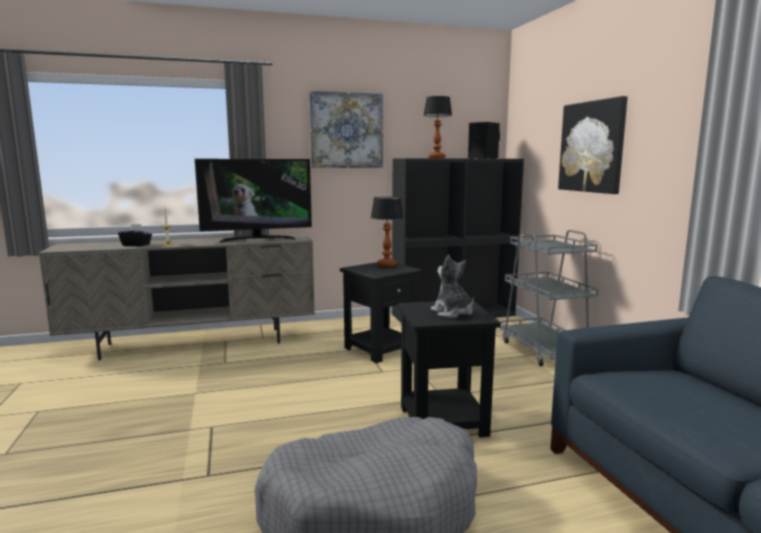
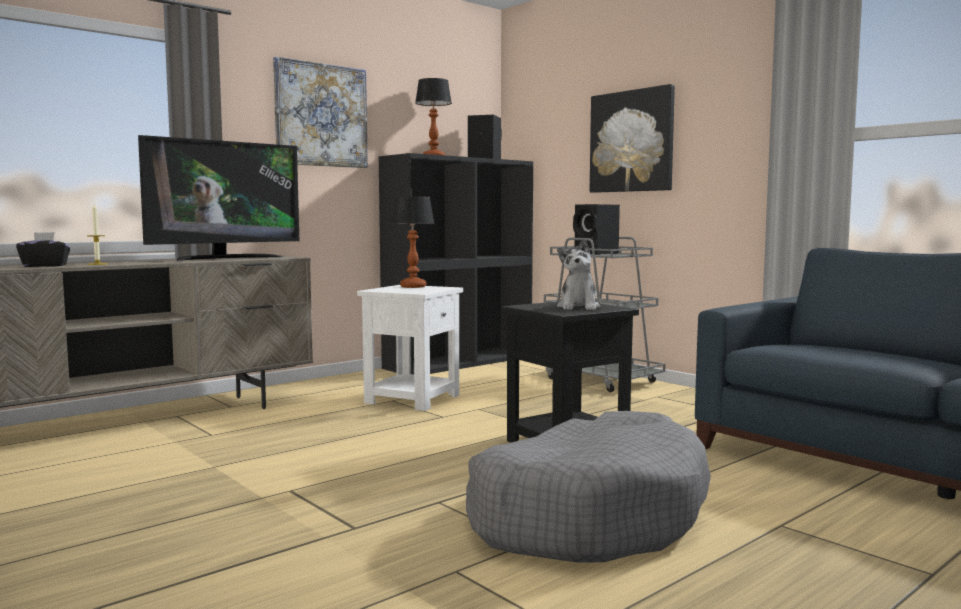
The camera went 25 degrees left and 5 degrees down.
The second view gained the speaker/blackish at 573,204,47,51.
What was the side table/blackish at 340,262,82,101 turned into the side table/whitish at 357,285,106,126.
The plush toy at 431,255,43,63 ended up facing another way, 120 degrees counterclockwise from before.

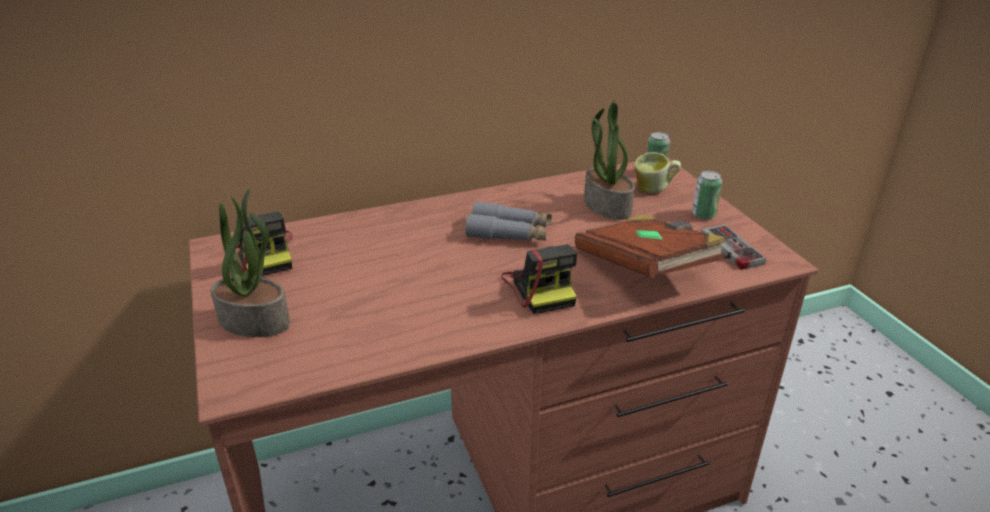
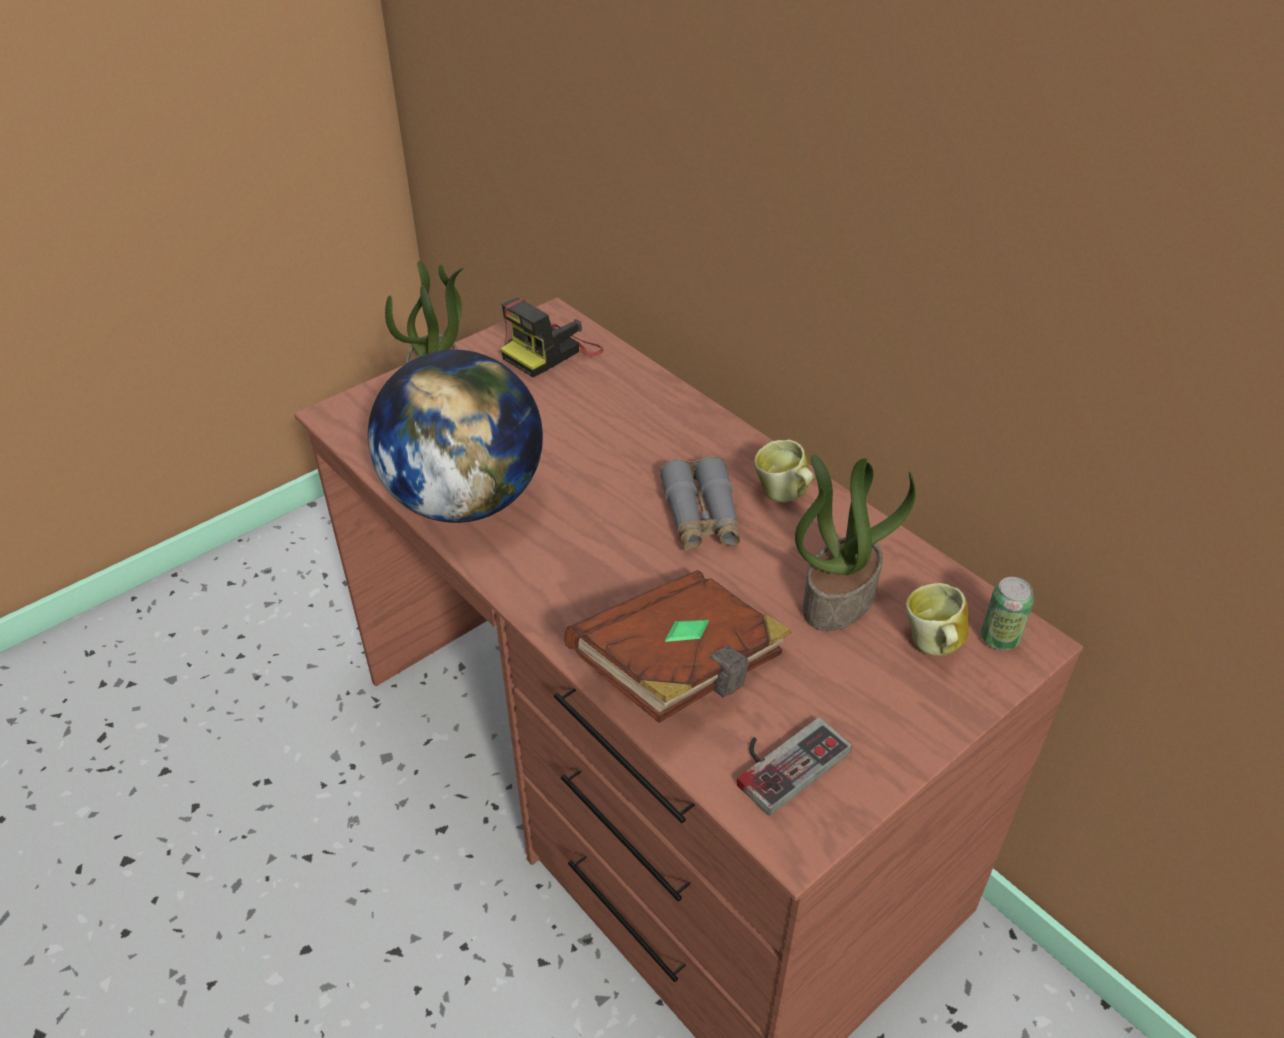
The camera went 70 degrees right and 10 degrees up.
The second view lost the still camera at 501,245,76,69.
The second view lost the sealed can at 692,171,30,48.
The second view gained the desk globe at 368,349,175,174.
The second view gained the tea mug at 754,440,60,63.

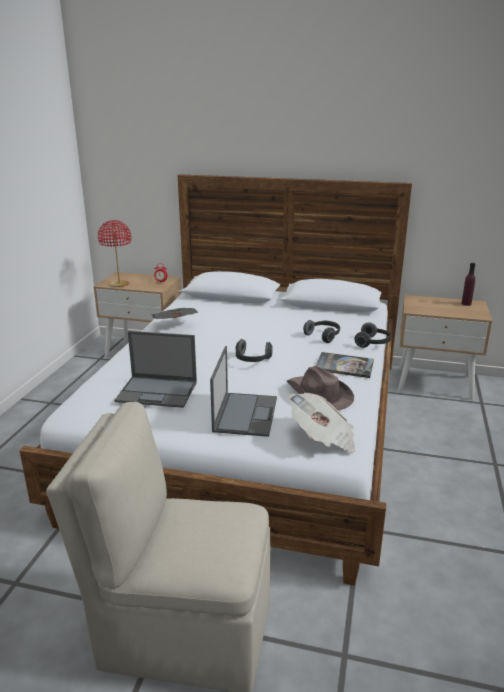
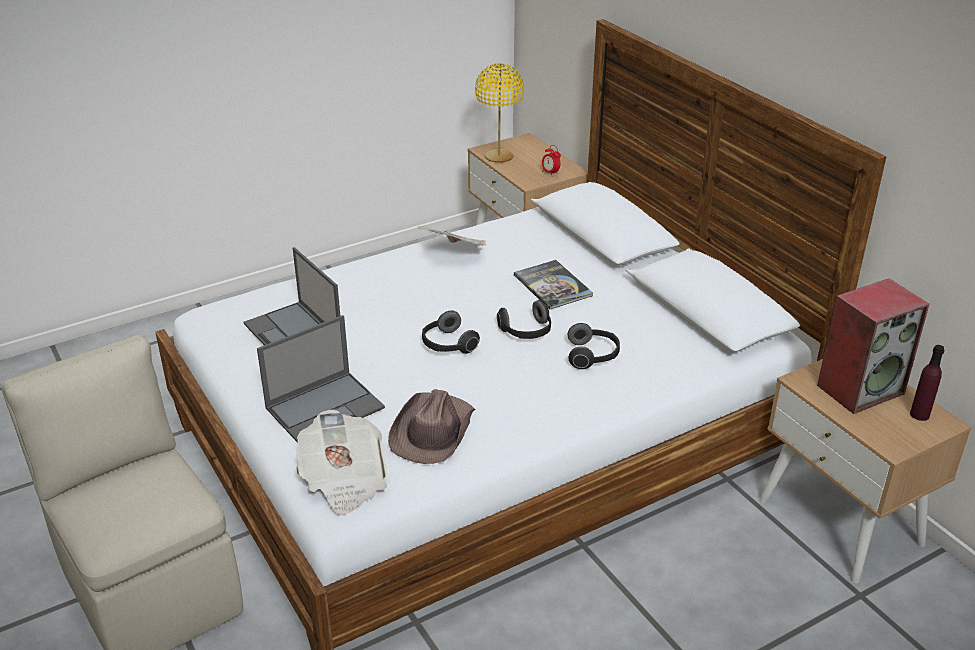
The camera went 45 degrees right and 10 degrees up.
The second view gained the speaker at 817,278,113,136.
The volume ended up elsewhere, having gone from 316,352,58,26 to 514,260,79,49.
The pair of headphones ended up elsewhere, having gone from 355,322,36,26 to 497,300,54,39.
What was the lamp for a table/reddish at 98,220,34,67 turned into the lamp for a table/yellow-coloured at 475,63,49,100.

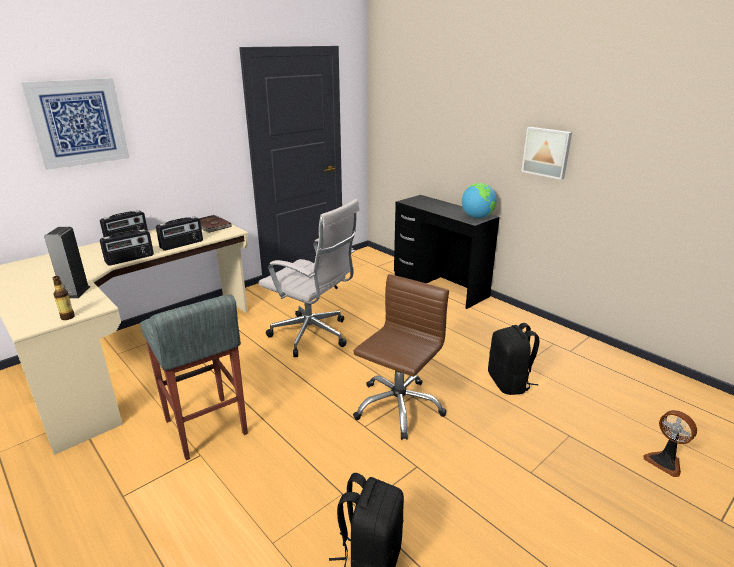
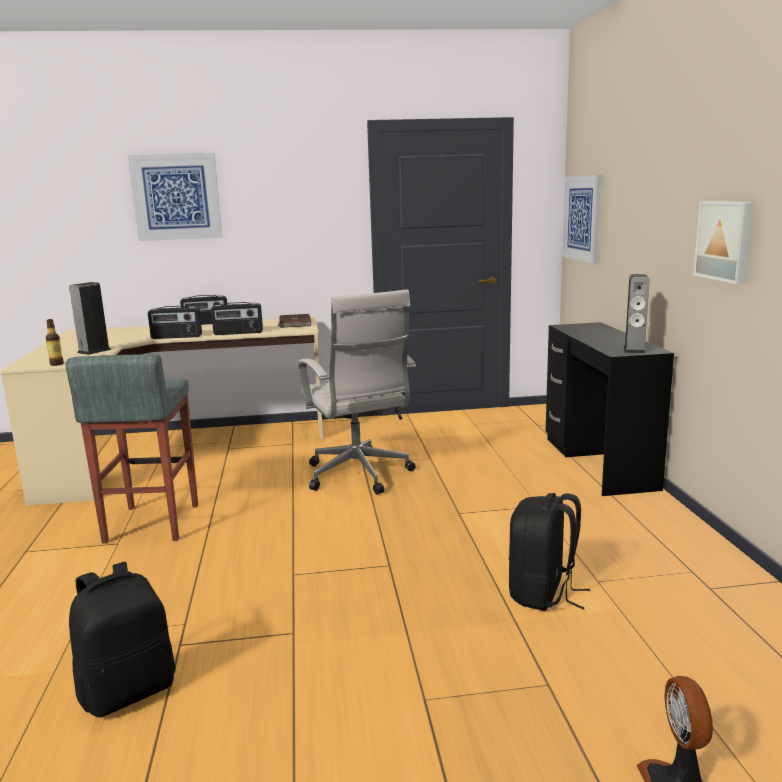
The camera went 35 degrees right and 10 degrees down.
The second view lost the desk chair/brown-coloured at 353,274,96,166.
The second view gained the wall picture at 562,175,40,89.
Where the desk globe stood at 462,183,35,35, the speaker came to stand at 624,274,25,80.

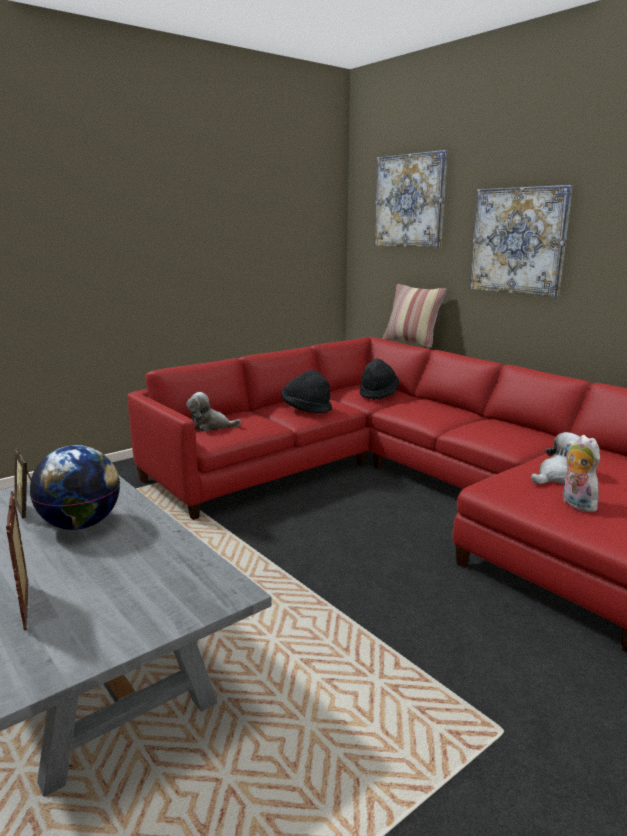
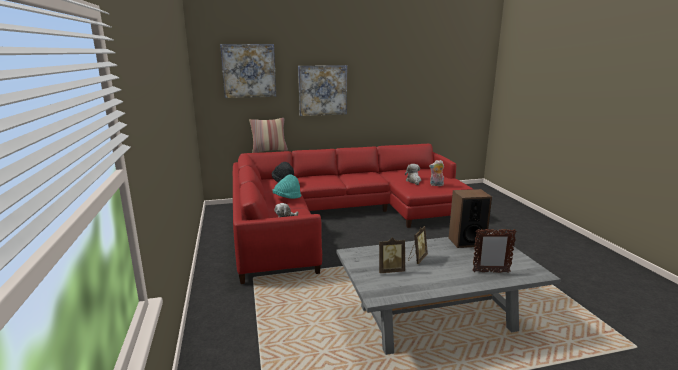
The camera went 65 degrees left and 0 degrees up.
The second view gained the speaker at 449,189,43,59.
Where the desk globe stood at 30,445,90,85, the photo frame came to stand at 408,226,20,38.
What was the clothing hat/blackish at 281,370,51,43 turned into the clothing hat/turquoise at 273,175,28,24.

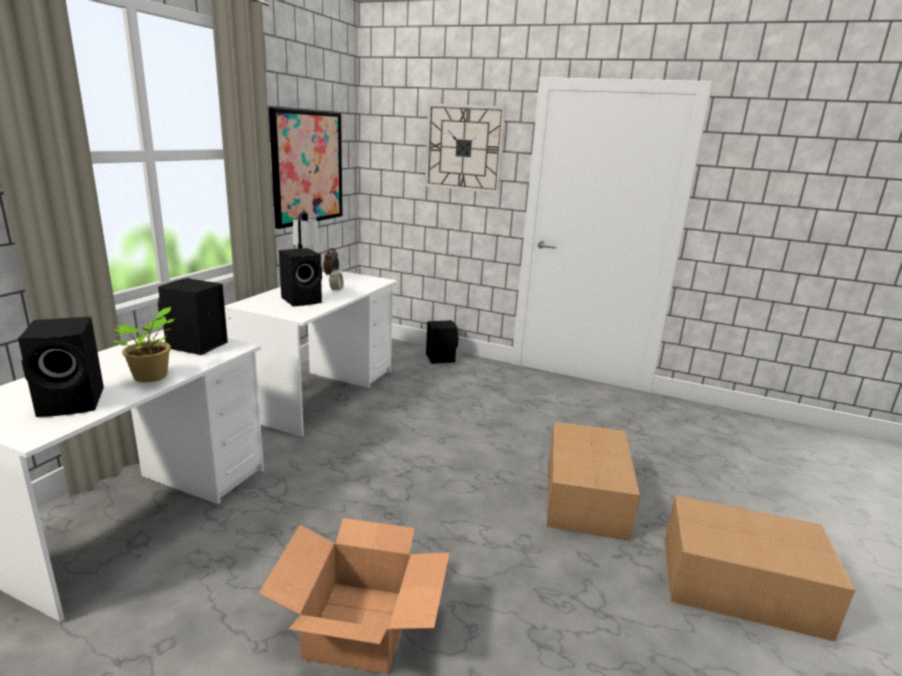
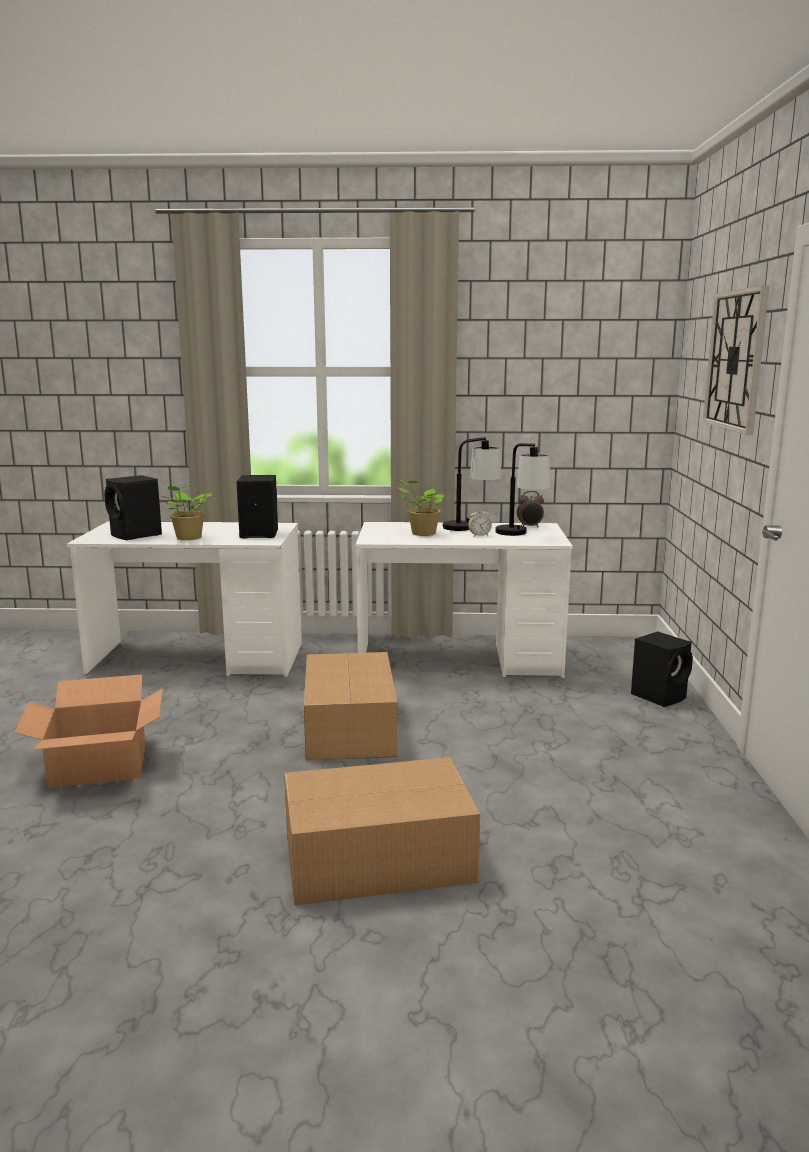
The camera went 70 degrees right and 5 degrees down.
The second view lost the wall picture at 269,108,73,121.
The second view gained the lamp for a table at 495,443,55,93.
The carton ended up elsewhere, having gone from 665,495,190,147 to 304,652,93,109.
Where the speaker/blackish stood at 279,248,43,58, the houseplant came to stand at 397,479,47,57.

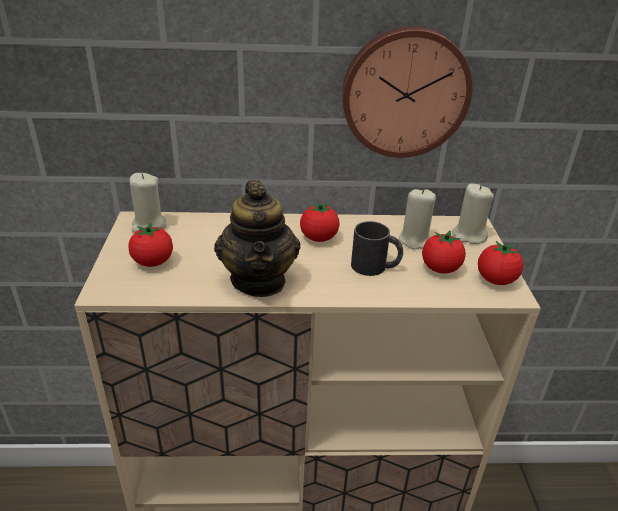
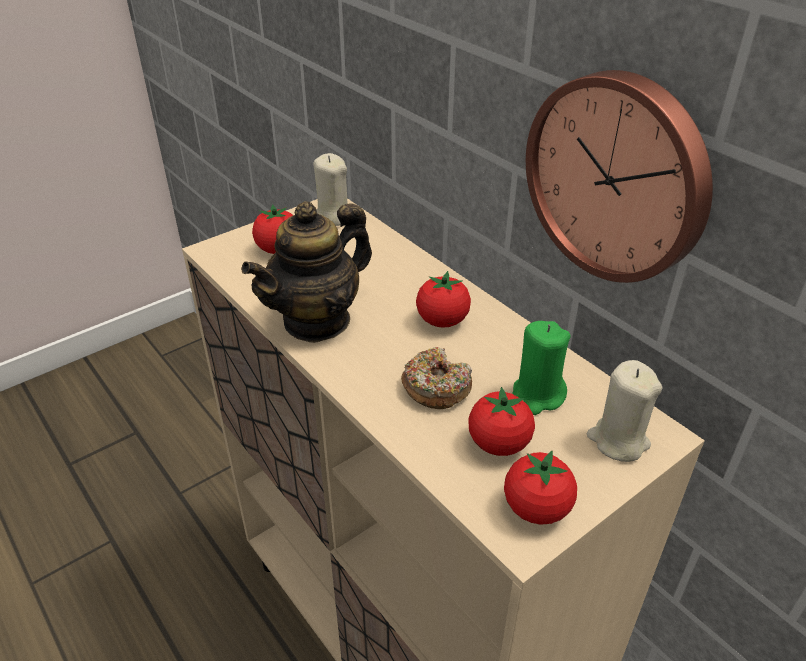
The camera went 55 degrees right and 5 degrees up.
Where the tea mug/blackish stood at 351,221,52,55, the doughnut came to stand at 401,347,71,62.
What was the candle/beige-coloured at 399,188,37,62 turned into the candle/green-coloured at 512,321,59,94.

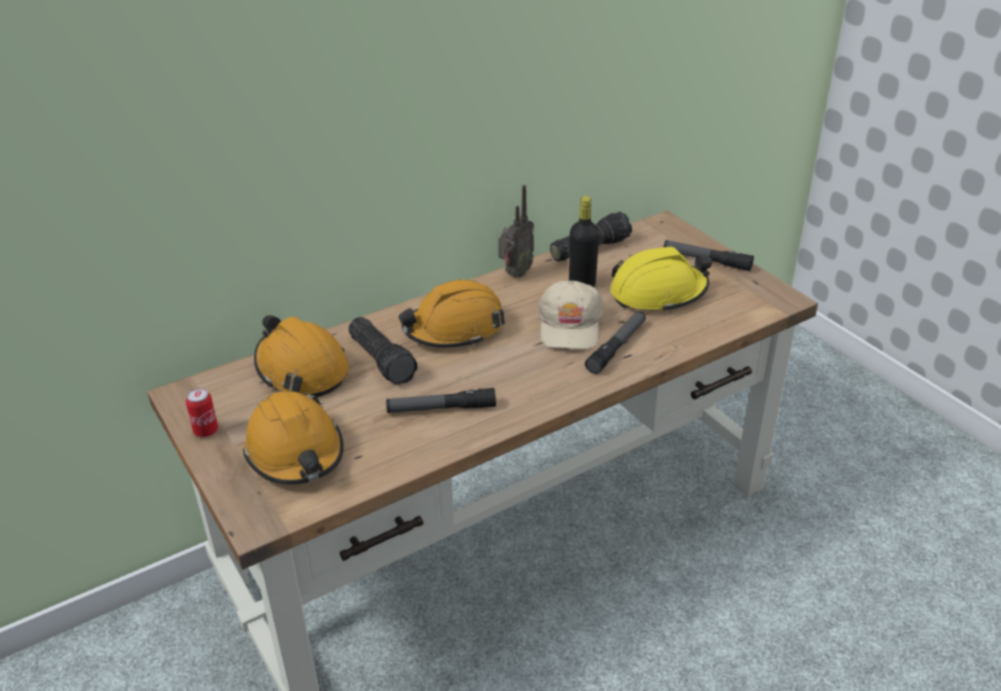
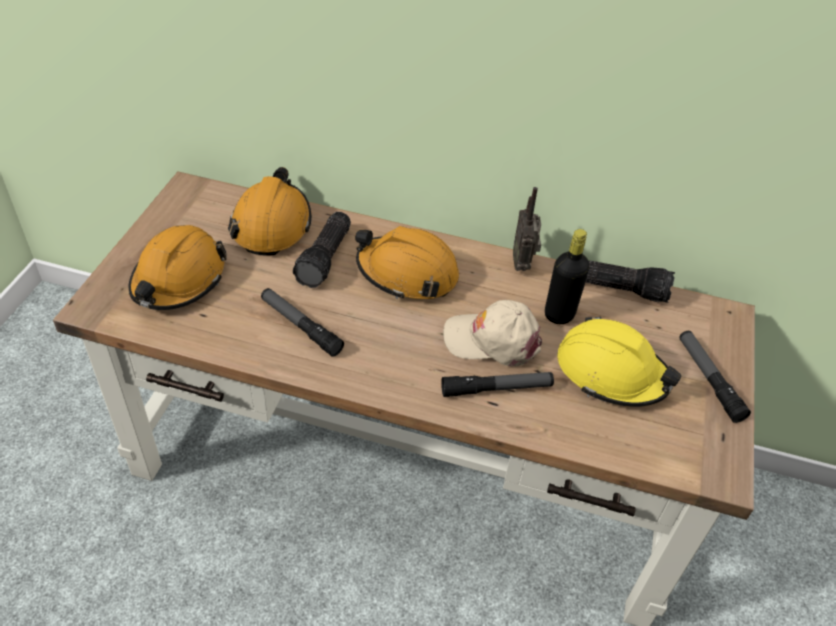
The camera went 45 degrees right and 10 degrees up.
The second view lost the sealed can at 186,388,32,49.
The radio set at 498,185,36,92 ended up facing another way, 90 degrees clockwise from before.
The cap/beige-coloured at 538,281,66,69 ended up facing another way, 45 degrees clockwise from before.

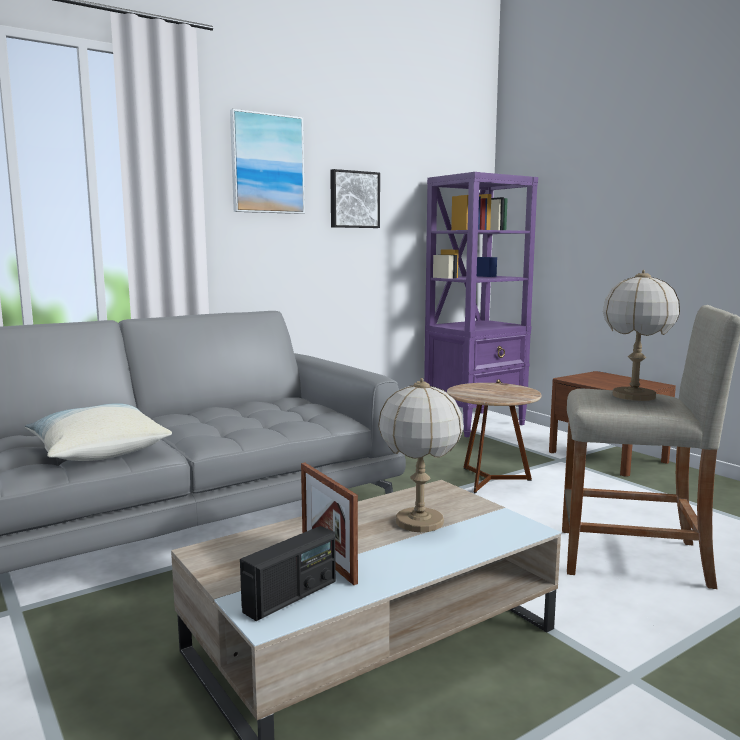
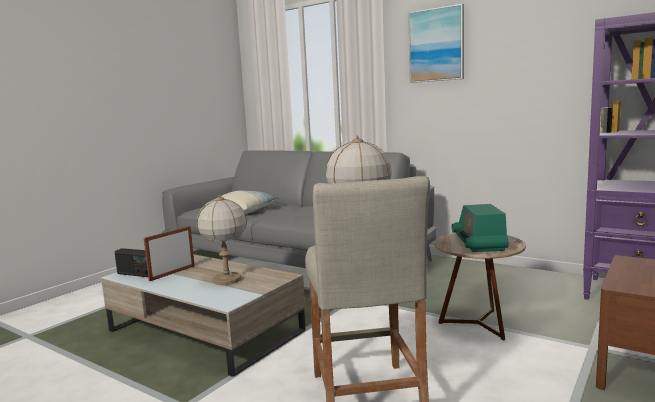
The camera went 70 degrees right and 0 degrees up.
The second view lost the wall picture at 330,169,50,59.
The second view gained the radio set at 452,204,57,48.

